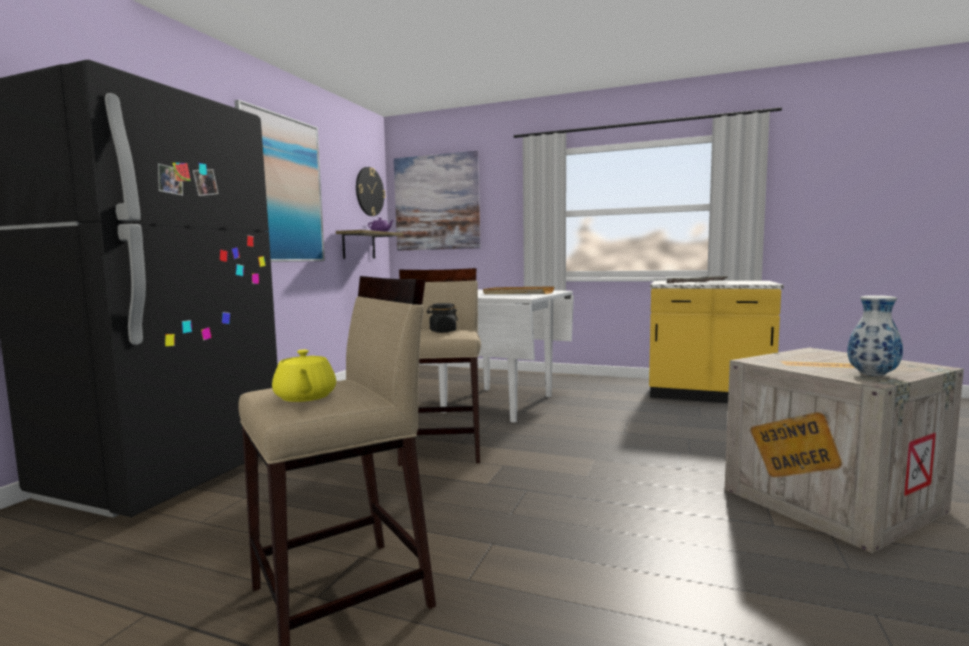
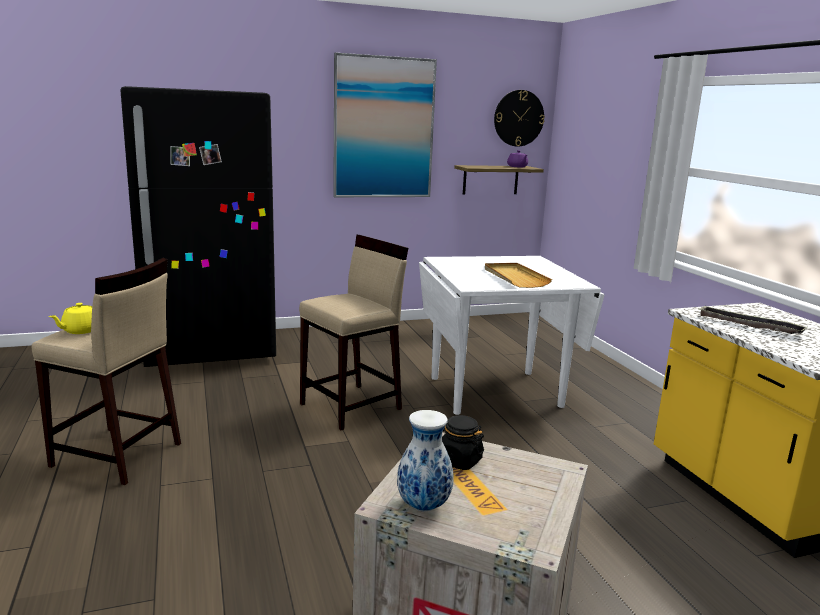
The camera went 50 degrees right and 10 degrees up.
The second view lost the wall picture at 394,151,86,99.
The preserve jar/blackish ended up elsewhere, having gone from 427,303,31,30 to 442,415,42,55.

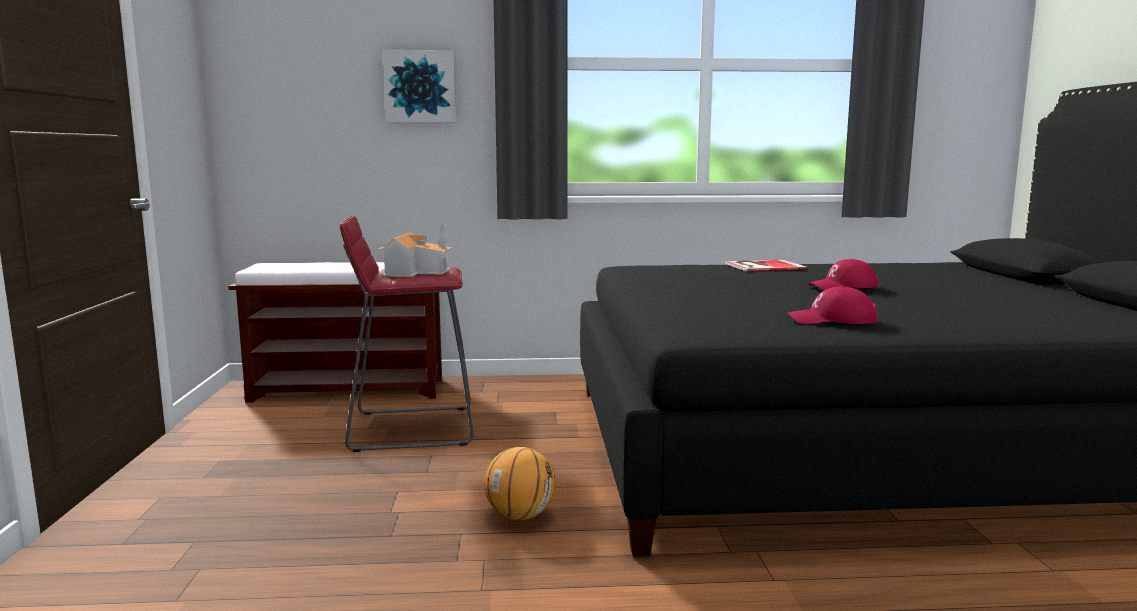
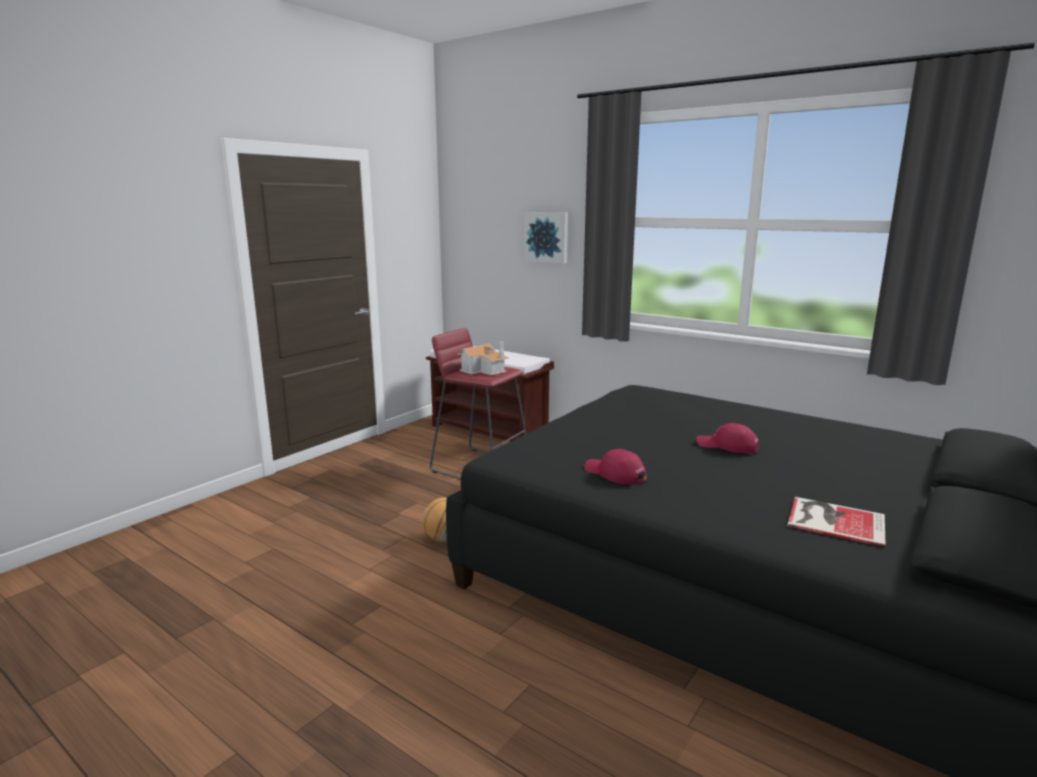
The camera went 40 degrees right and 5 degrees up.
The volume ended up elsewhere, having gone from 725,260,82,11 to 787,497,98,51.

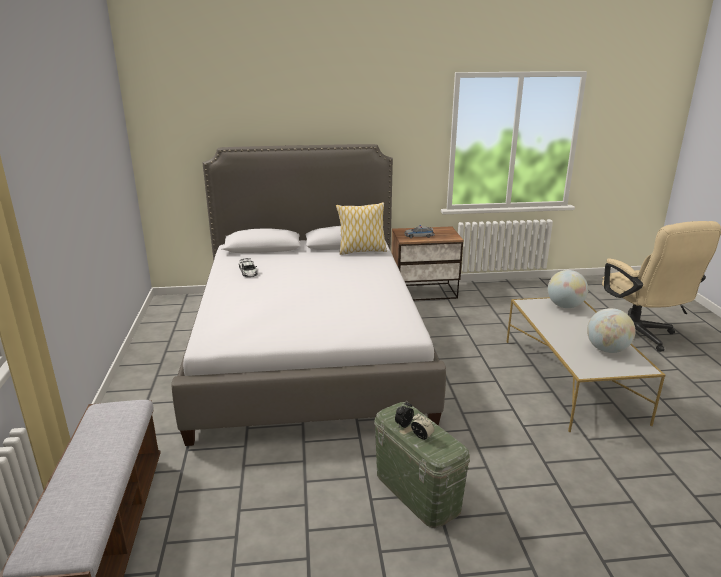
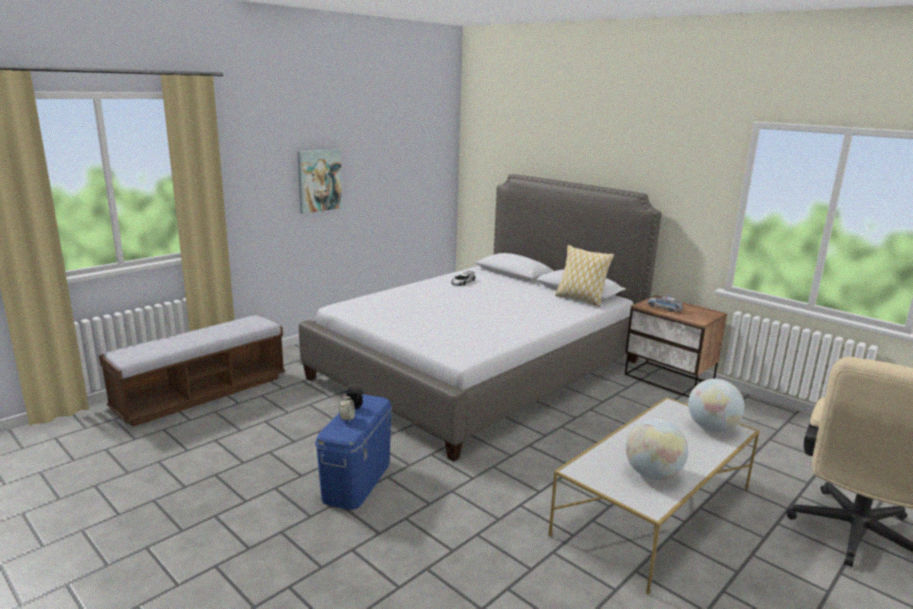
The camera went 50 degrees right and 5 degrees down.
The second view gained the wall picture at 297,149,46,65.
What was the storage bin/green-coloured at 374,402,96,126 turned into the storage bin/blue at 315,394,77,116.

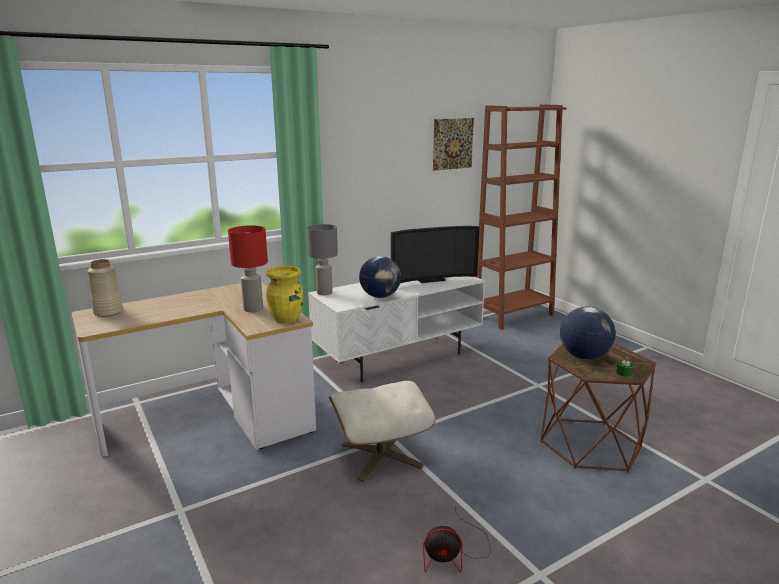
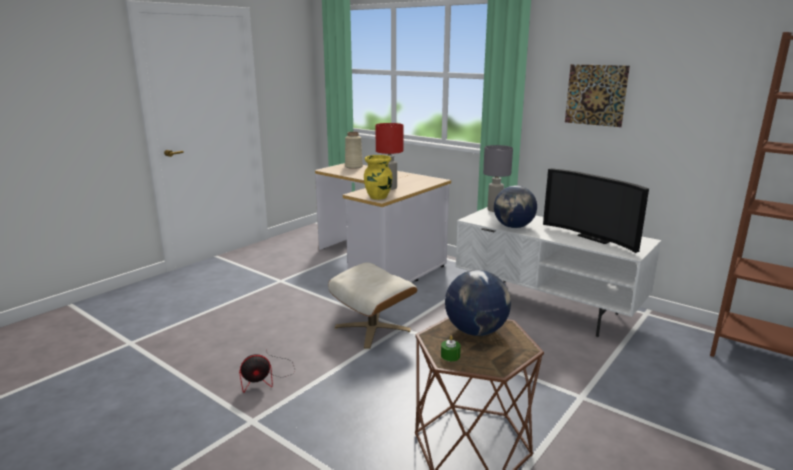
The camera went 70 degrees right and 0 degrees up.
The wall picture ended up elsewhere, having gone from 433,118,41,53 to 565,64,65,63.
The cooling fan at 423,508,68,64 ended up facing another way, 90 degrees counterclockwise from before.

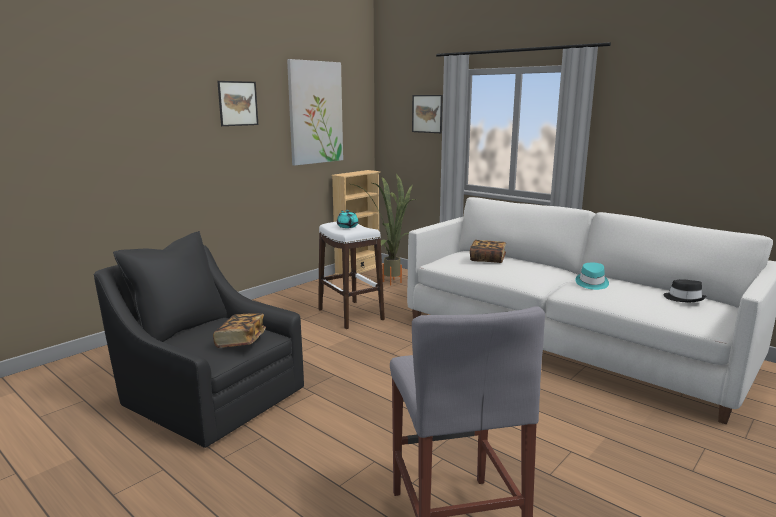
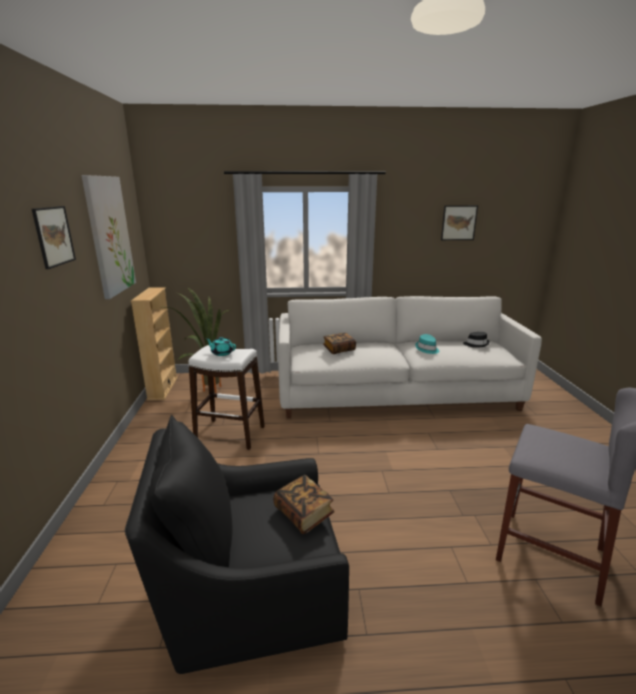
The camera went 45 degrees left and 5 degrees up.
The wall picture ended up elsewhere, having gone from 412,95,31,38 to 441,205,37,35.

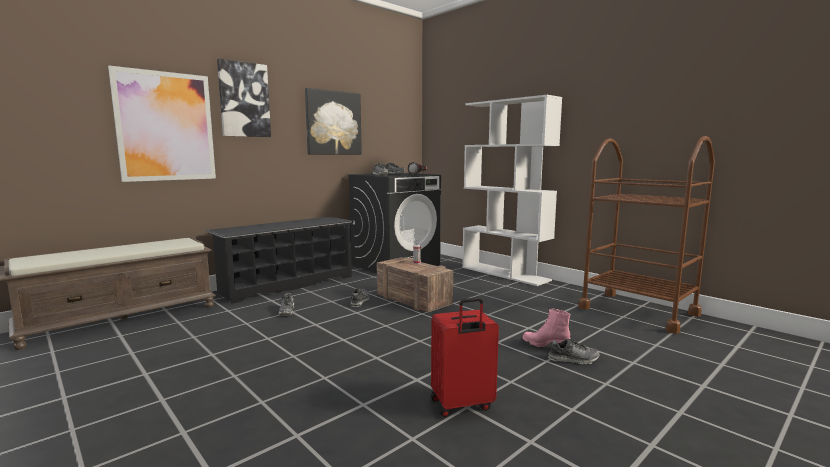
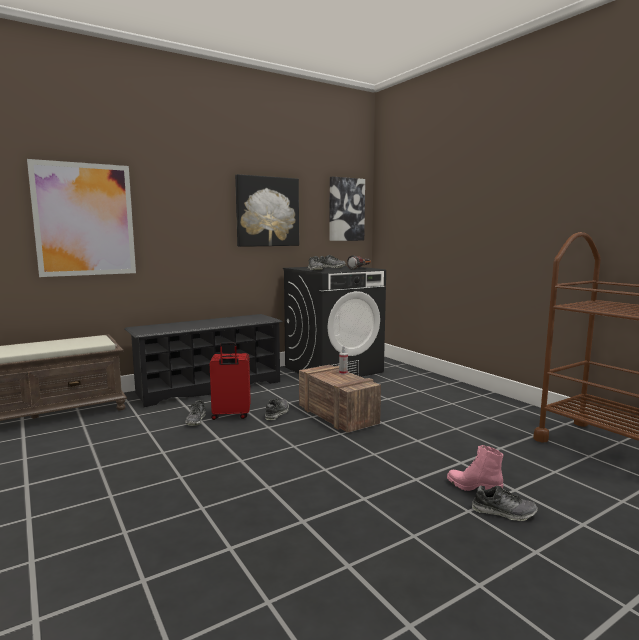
The camera went 10 degrees right and 0 degrees up.
The second view lost the bookcase/whitish at 462,95,100,191.
The wall picture ended up elsewhere, having gone from 217,59,54,78 to 329,177,36,64.
The travel case/reddish ended up elsewhere, having gone from 431,297,68,120 to 209,342,42,78.

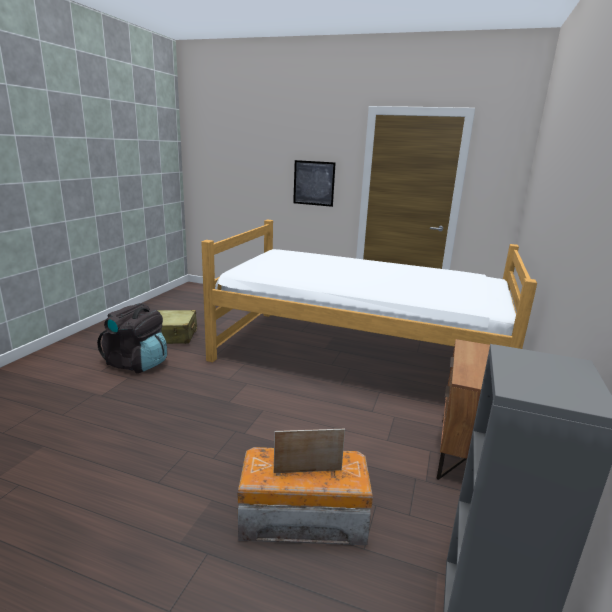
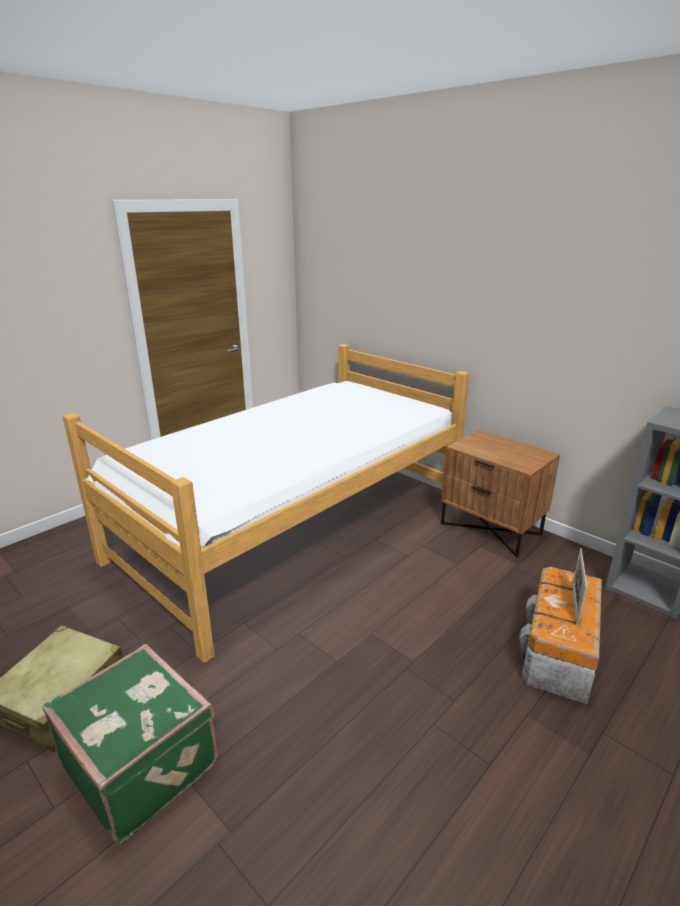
The camera went 65 degrees left and 5 degrees up.
The second view lost the wall picture at 293,160,43,47.
Where the rucksack/blackish stood at 97,303,70,70, the travel case/green-coloured came to stand at 43,644,174,199.

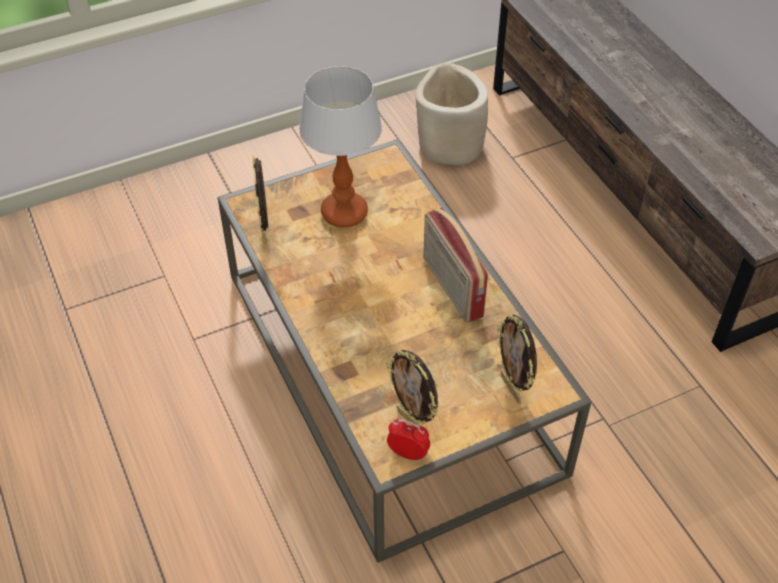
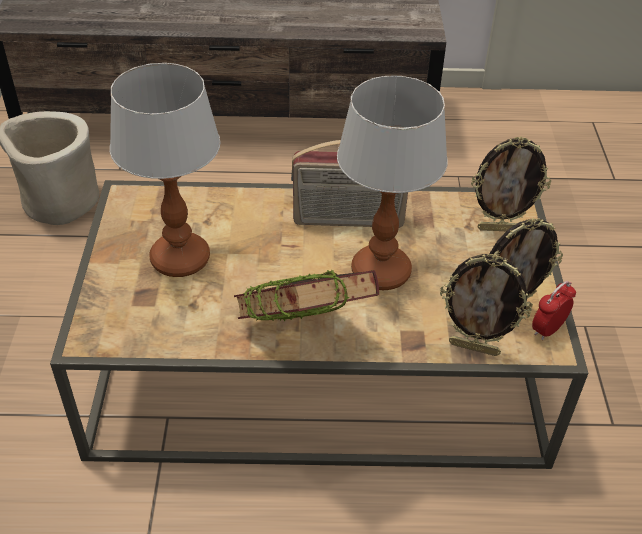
The camera went 65 degrees left and 5 degrees down.
The second view gained the volume at 234,270,145,51.
The second view gained the lamp for a table at 337,76,111,214.
The photo frame ended up elsewhere, having gone from 253,156,15,89 to 440,254,92,102.

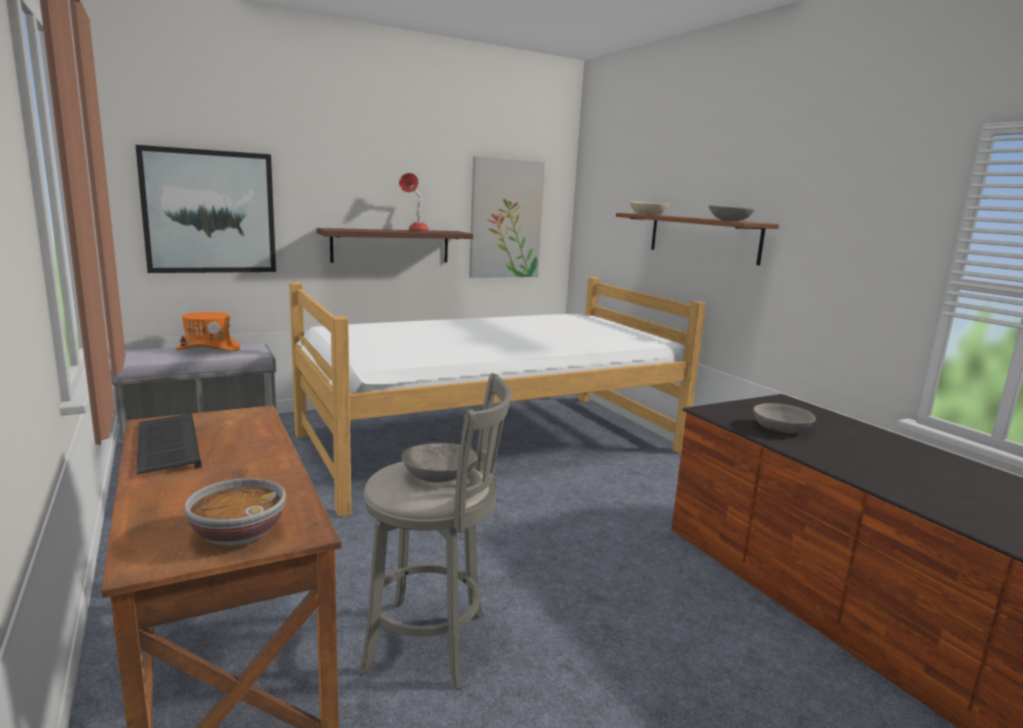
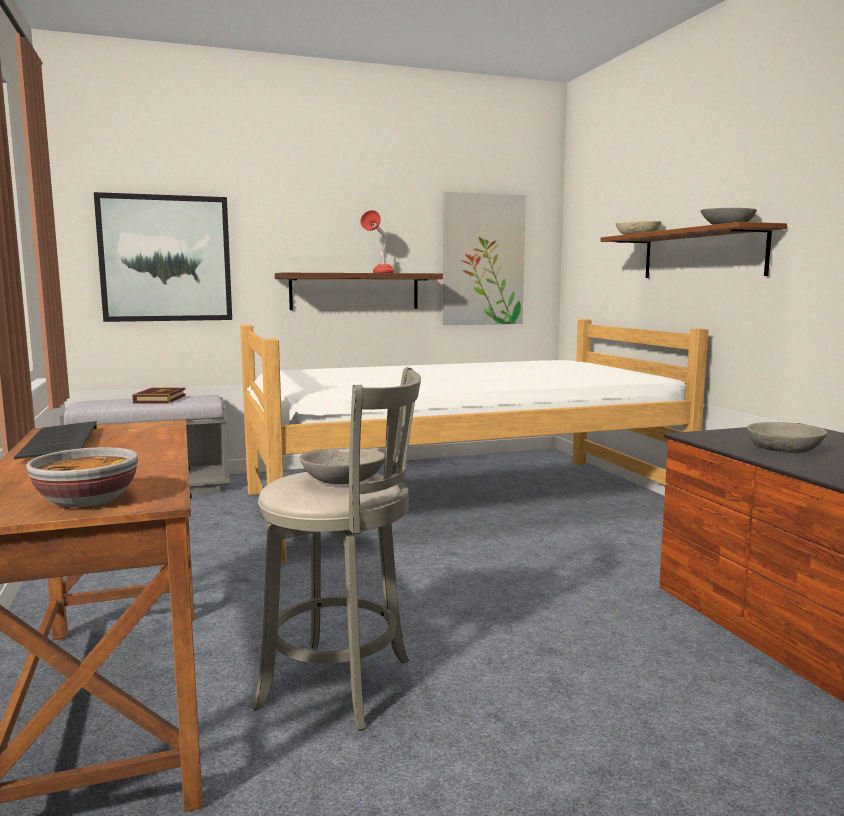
The camera went 10 degrees right and 5 degrees down.
Where the clothing hat/orange stood at 175,312,65,39, the volume came to stand at 132,387,54,17.

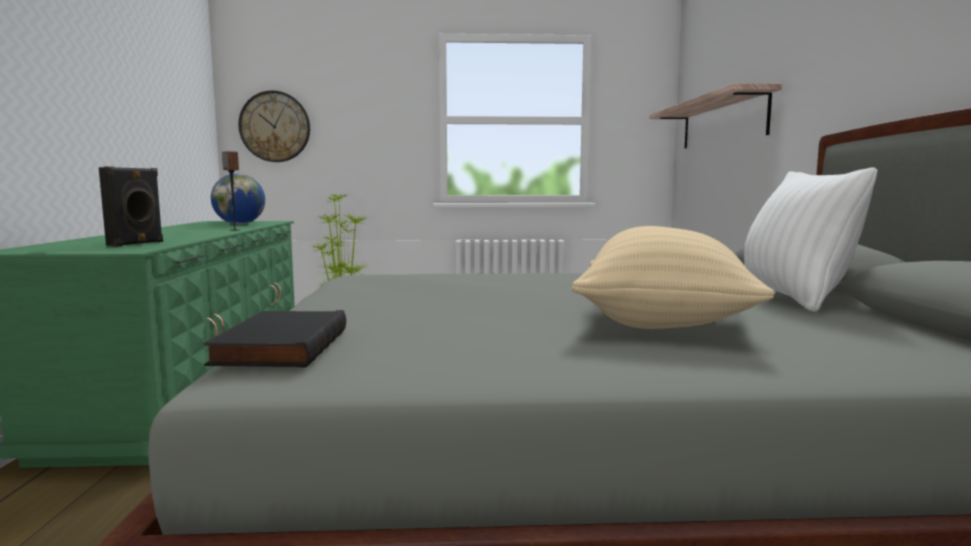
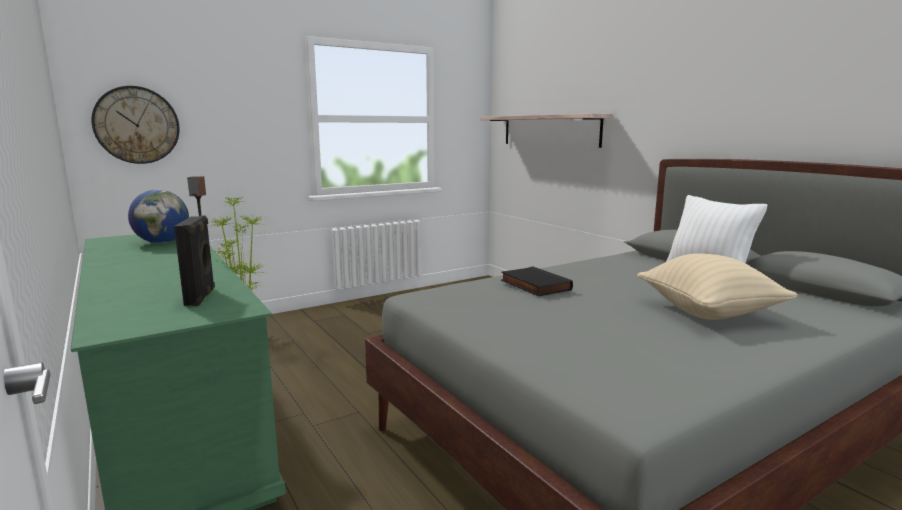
The camera went 30 degrees left and 5 degrees up.
The volume/blackish ended up elsewhere, having gone from 203,310,143,58 to 501,266,72,30.

